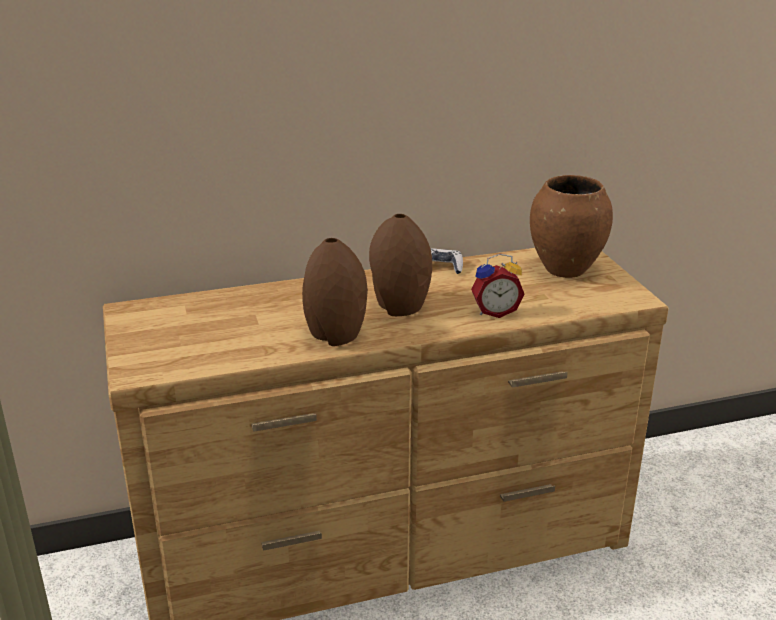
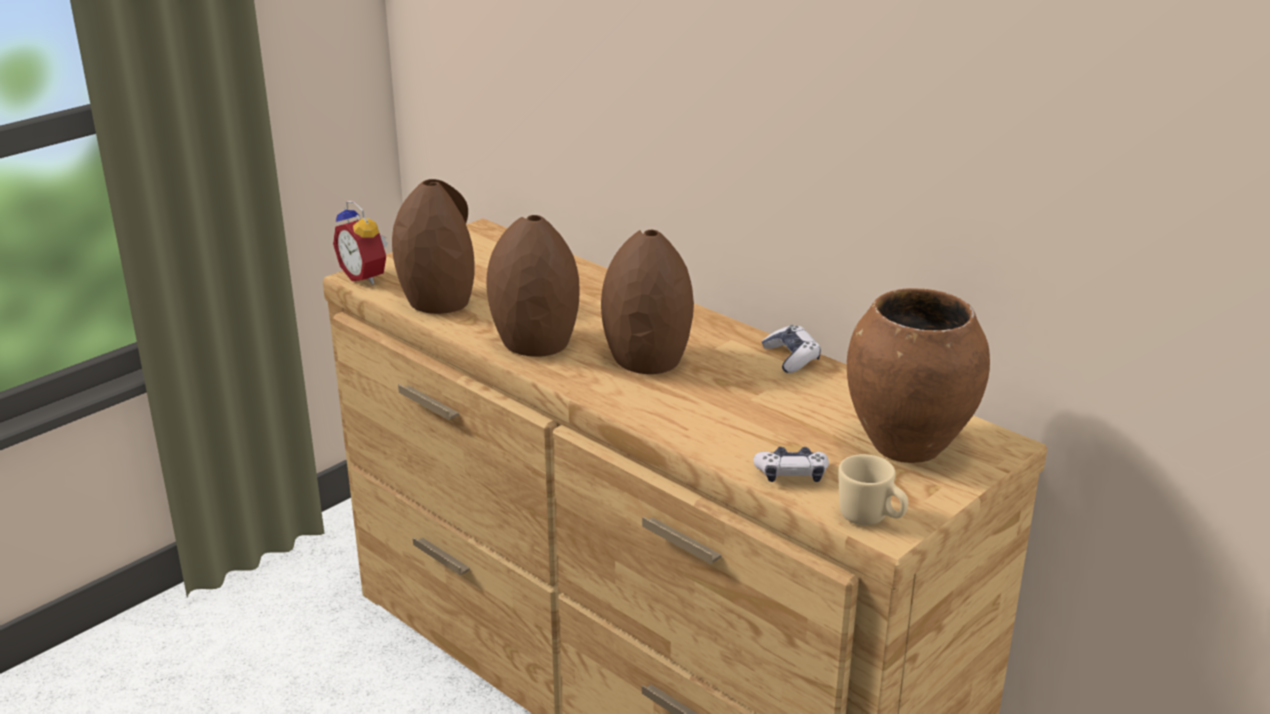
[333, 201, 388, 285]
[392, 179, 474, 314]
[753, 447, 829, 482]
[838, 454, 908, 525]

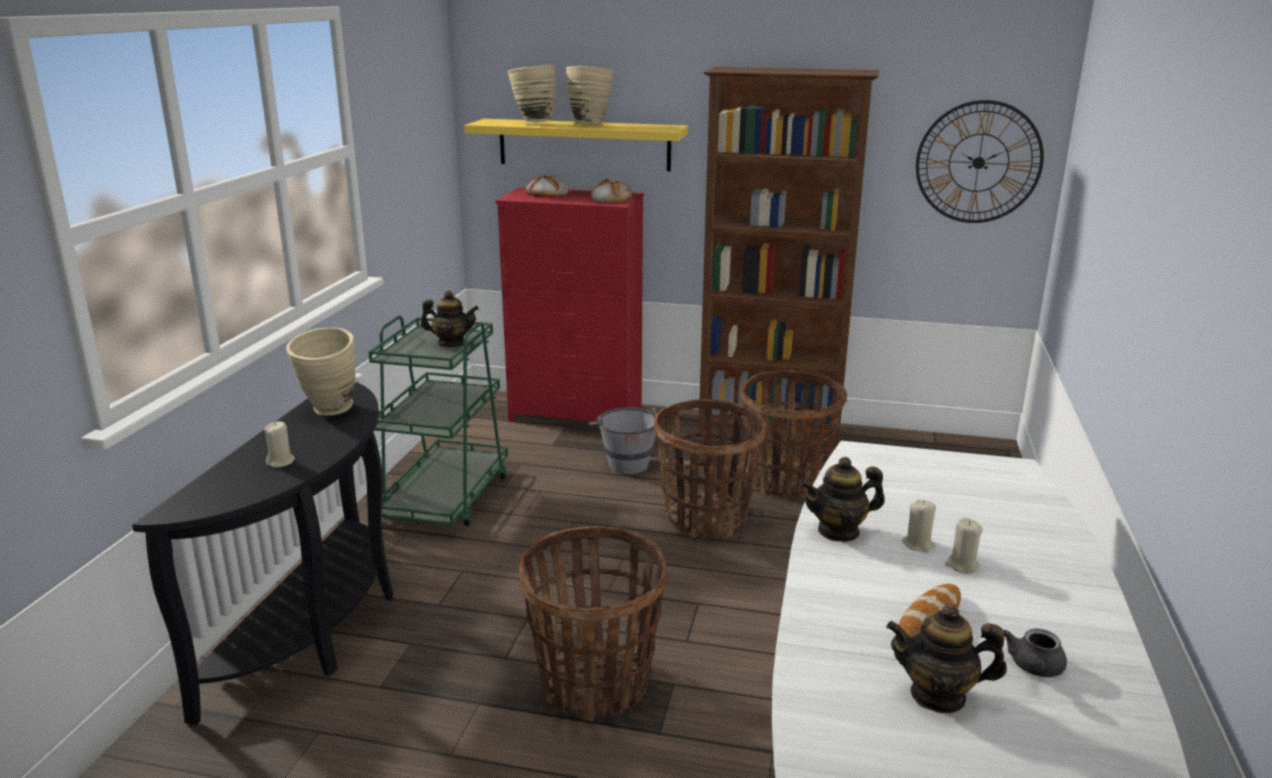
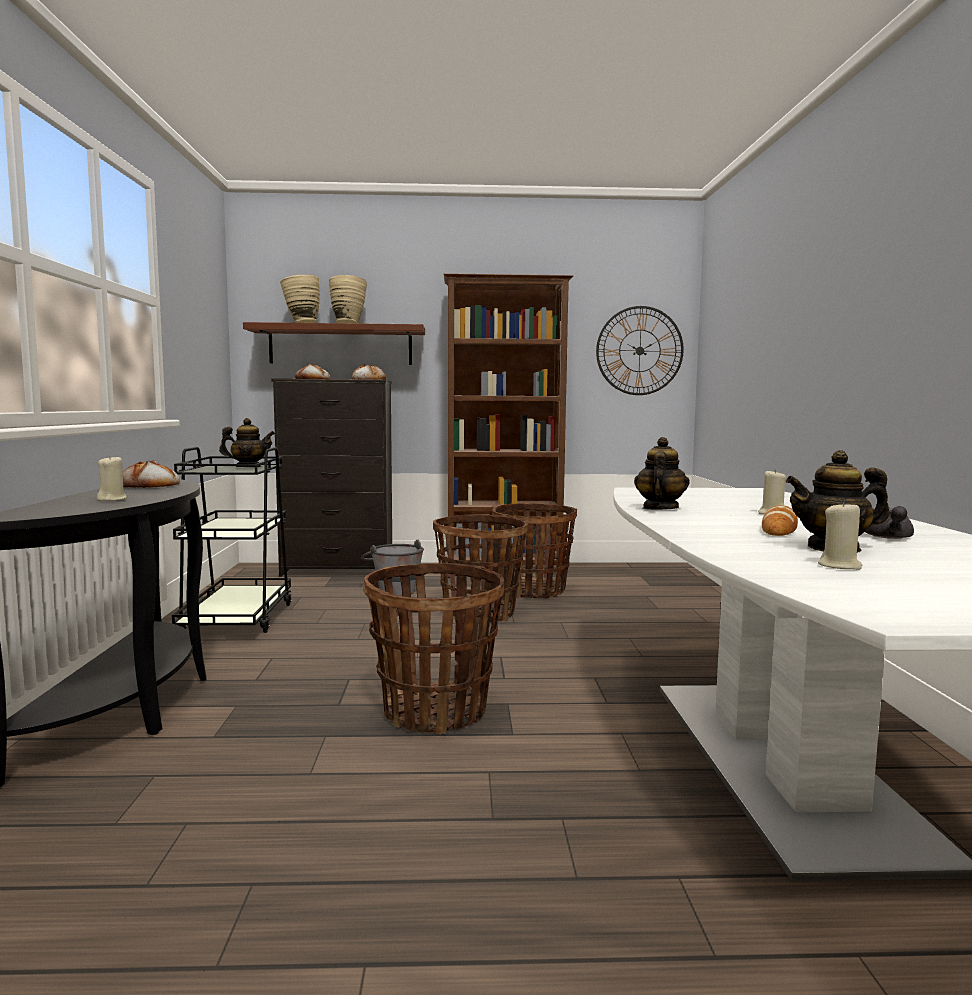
[123, 460, 180, 488]
[172, 447, 292, 633]
[243, 322, 425, 365]
[272, 379, 392, 577]
[634, 437, 690, 510]
[818, 500, 862, 570]

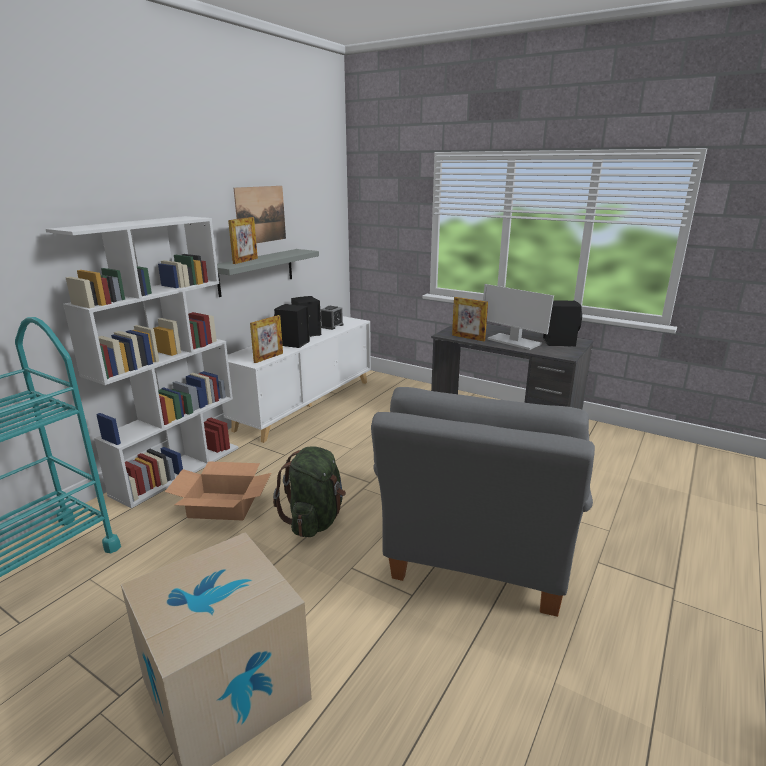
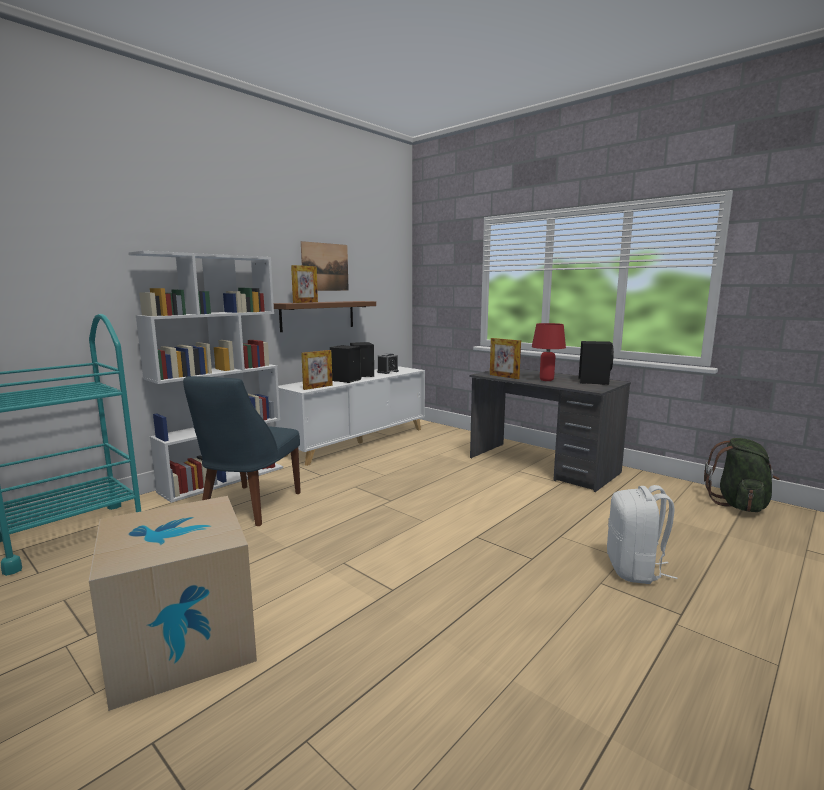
[183, 376, 301, 526]
[274, 301, 376, 332]
[532, 323, 566, 381]
[607, 485, 677, 584]
[704, 438, 779, 512]
[371, 387, 595, 617] (first image)

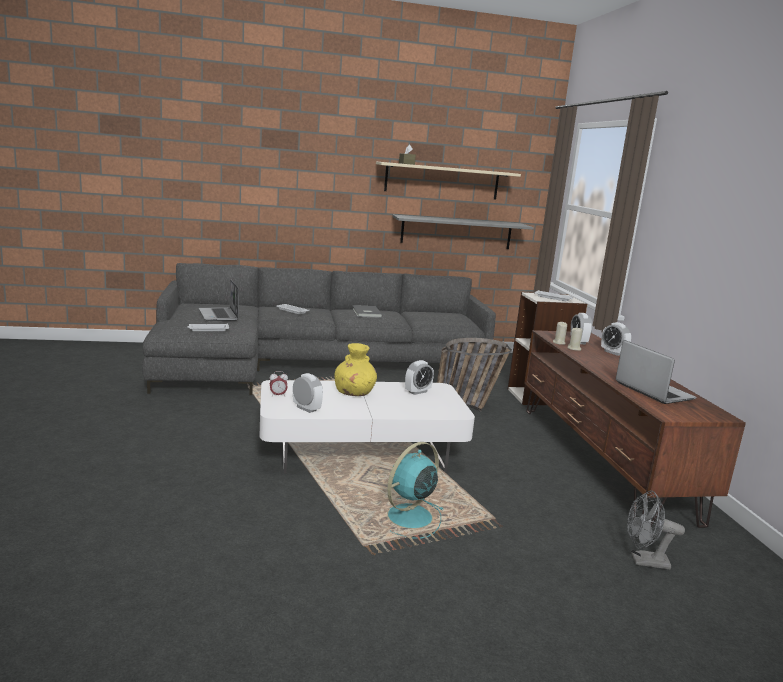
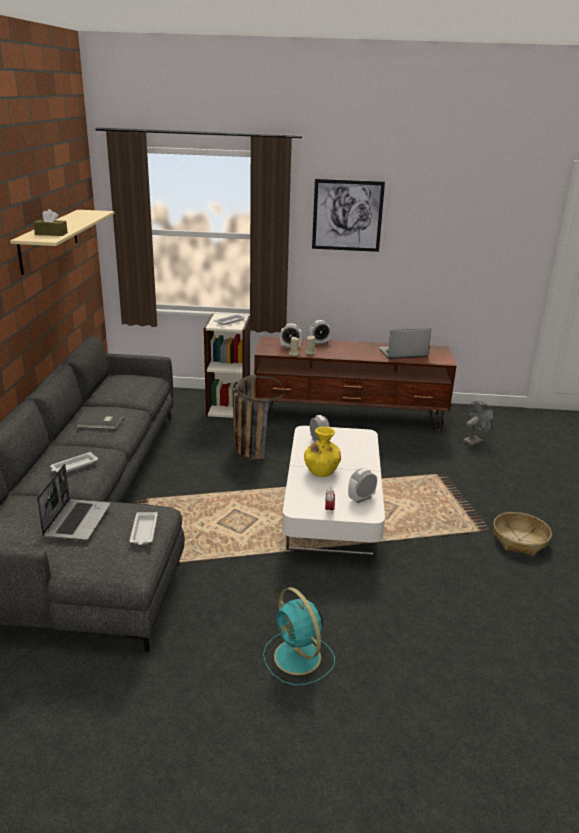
[37, 464, 110, 541]
[263, 587, 335, 685]
[312, 179, 385, 252]
[463, 401, 496, 446]
[493, 512, 552, 556]
[392, 215, 534, 249] (first image)

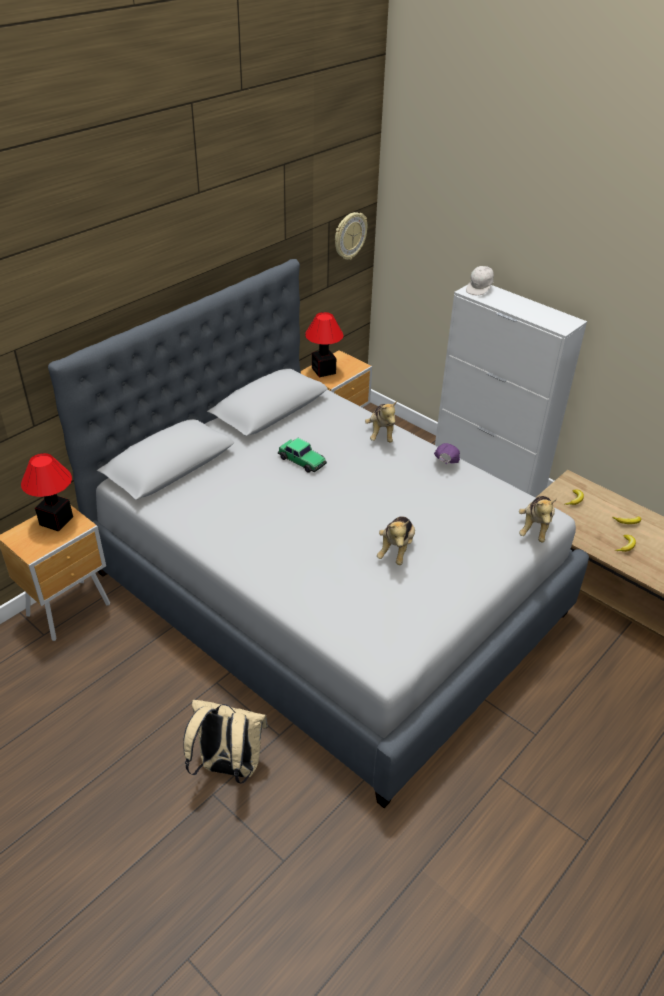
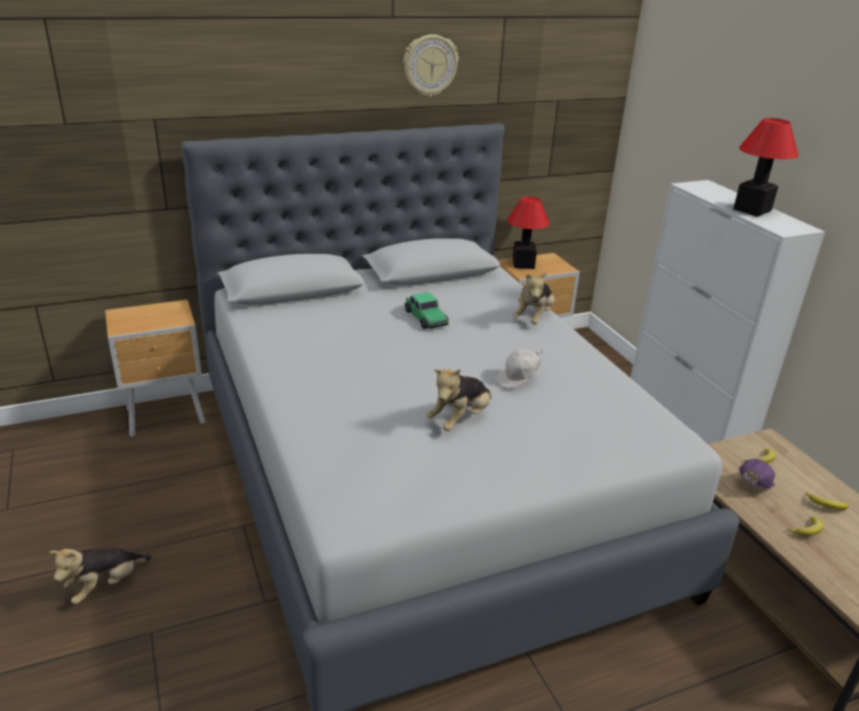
[49, 547, 152, 604]
[403, 34, 459, 97]
[496, 349, 543, 389]
[733, 118, 798, 217]
[739, 459, 775, 489]
[183, 700, 268, 784] (first image)

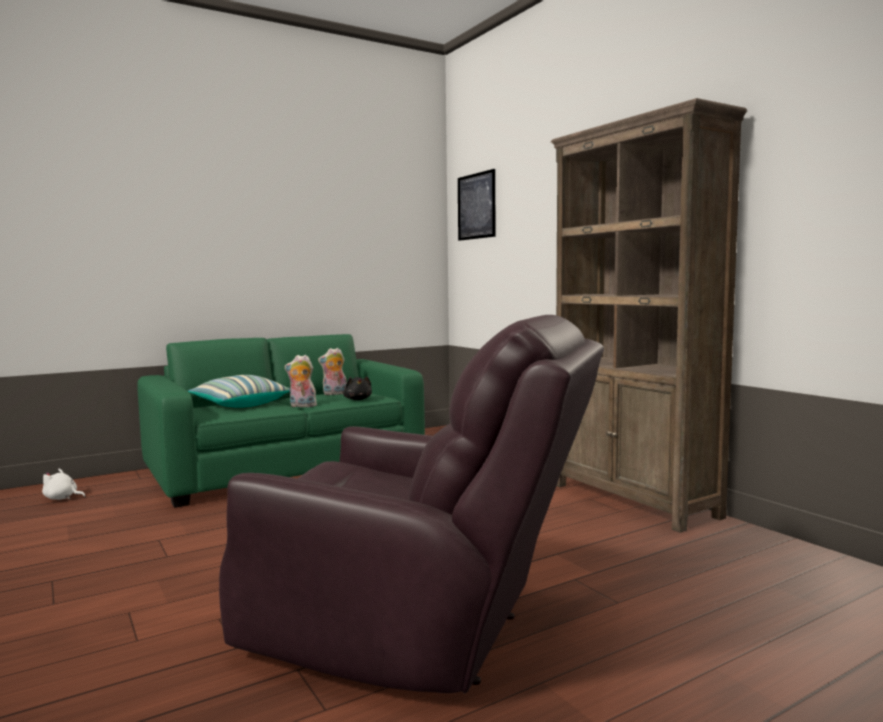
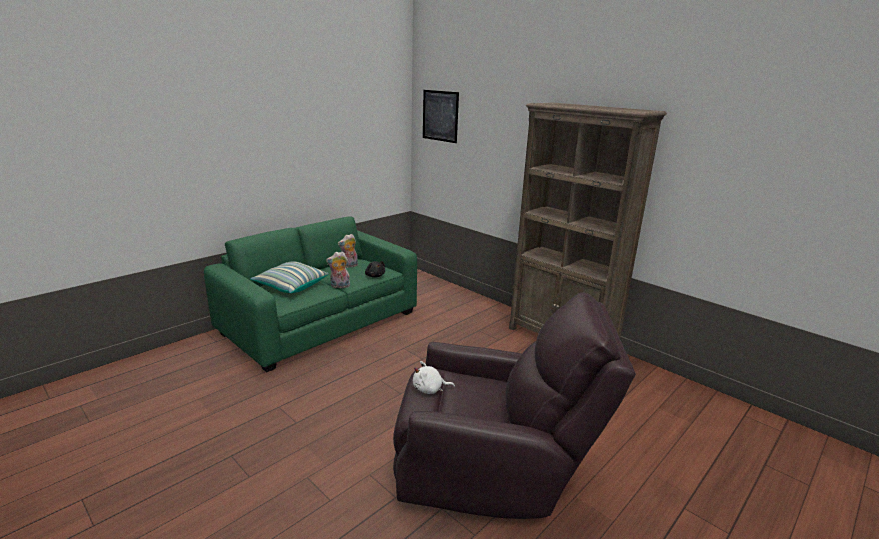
[413, 361, 455, 394]

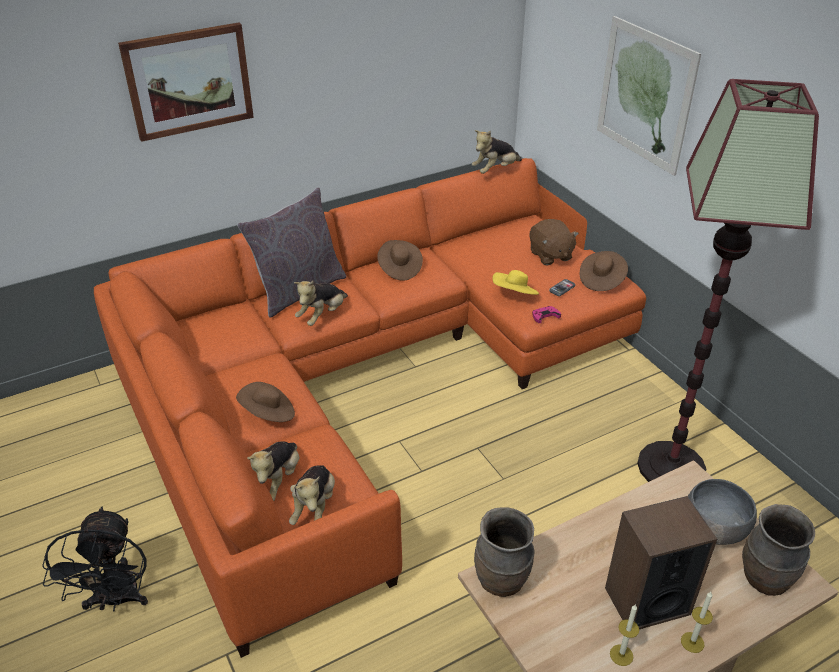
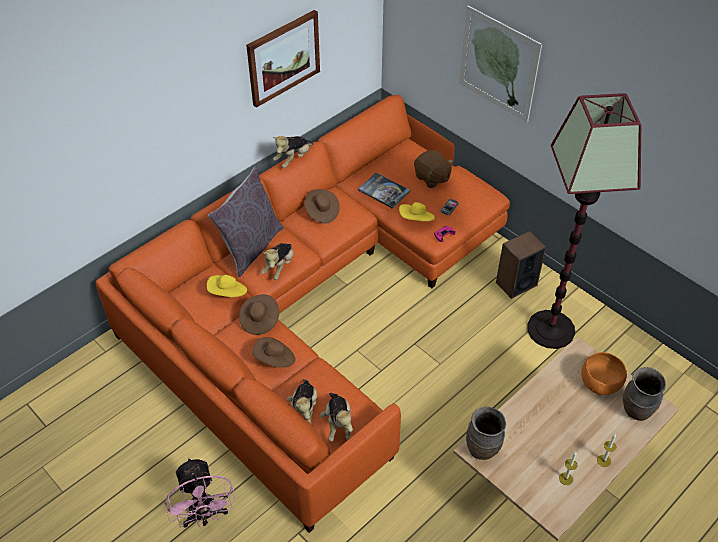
[165, 457, 235, 528]
[207, 275, 247, 297]
[239, 294, 279, 335]
[246, 10, 320, 108]
[273, 136, 313, 168]
[358, 173, 410, 209]
[496, 231, 546, 299]
[581, 352, 627, 395]

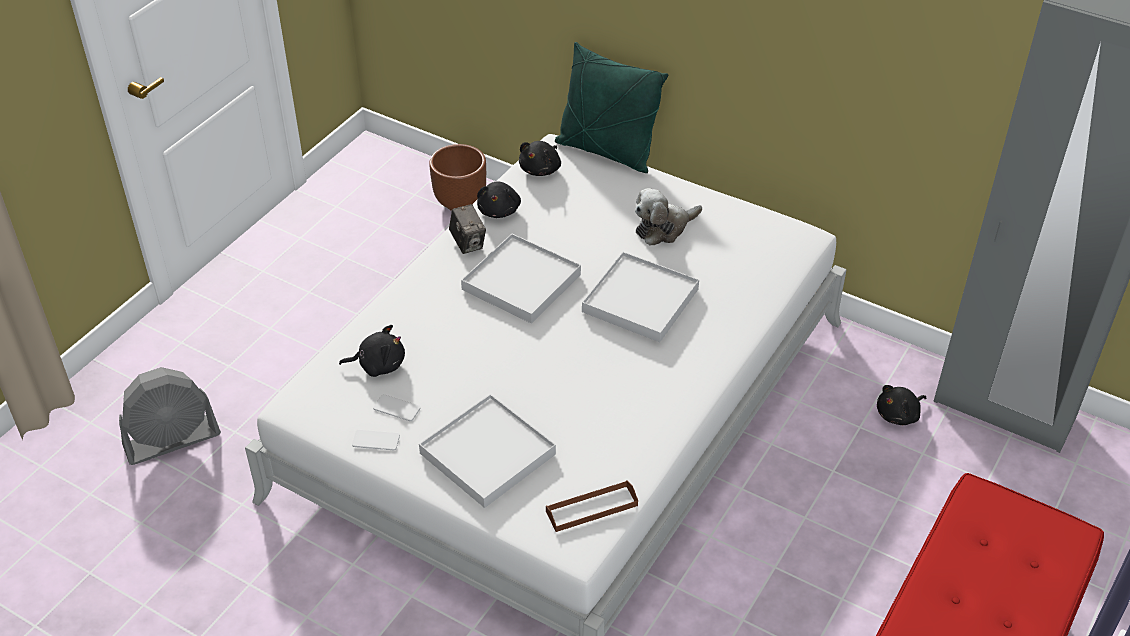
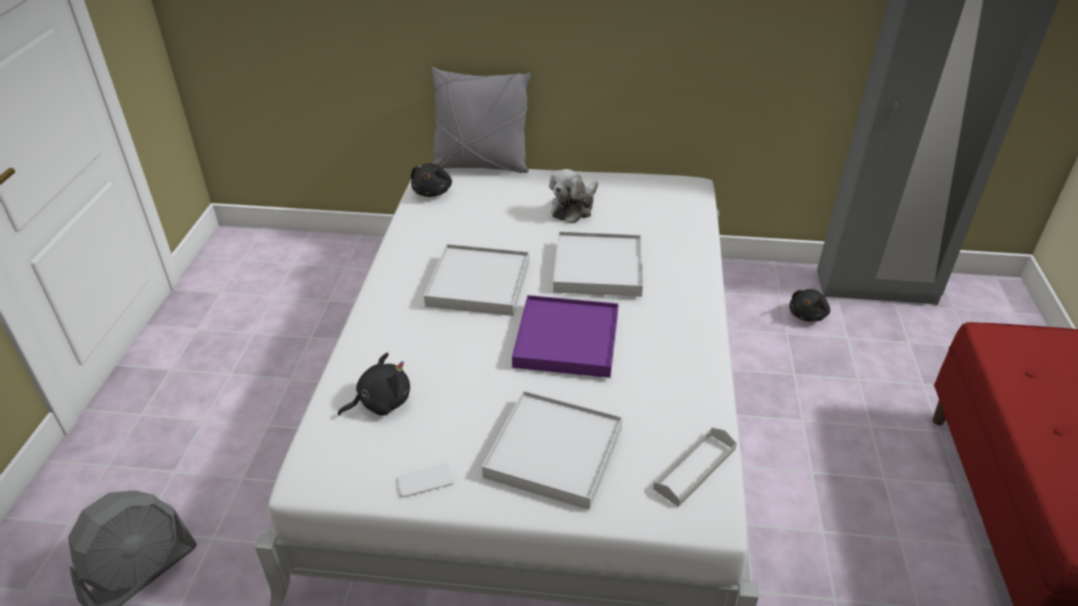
[431, 67, 531, 173]
[512, 295, 619, 378]
[653, 428, 737, 507]
[373, 394, 421, 421] (first image)
[429, 144, 486, 211] (first image)
[449, 204, 486, 254] (first image)
[477, 181, 521, 218] (first image)

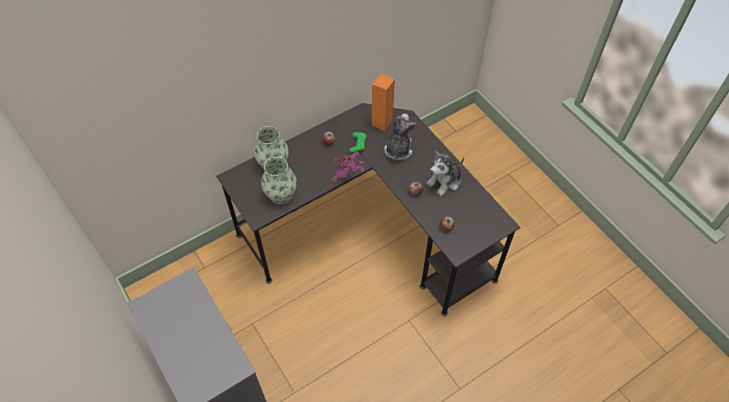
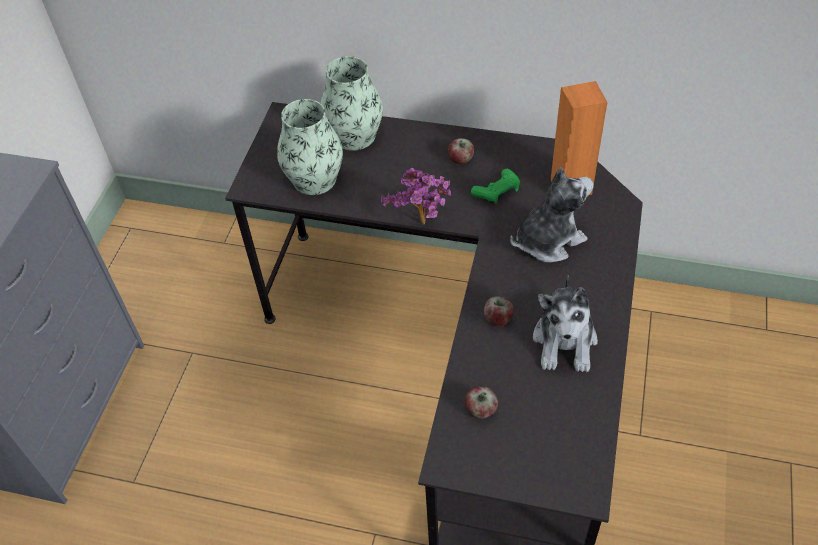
[533, 276, 598, 372]

